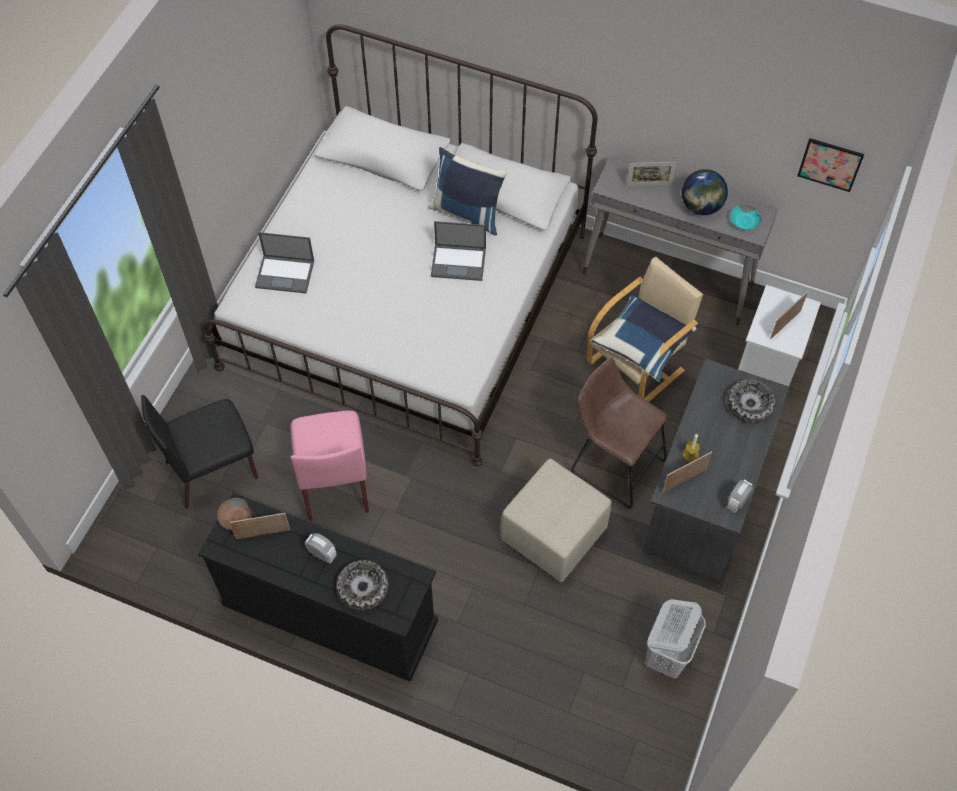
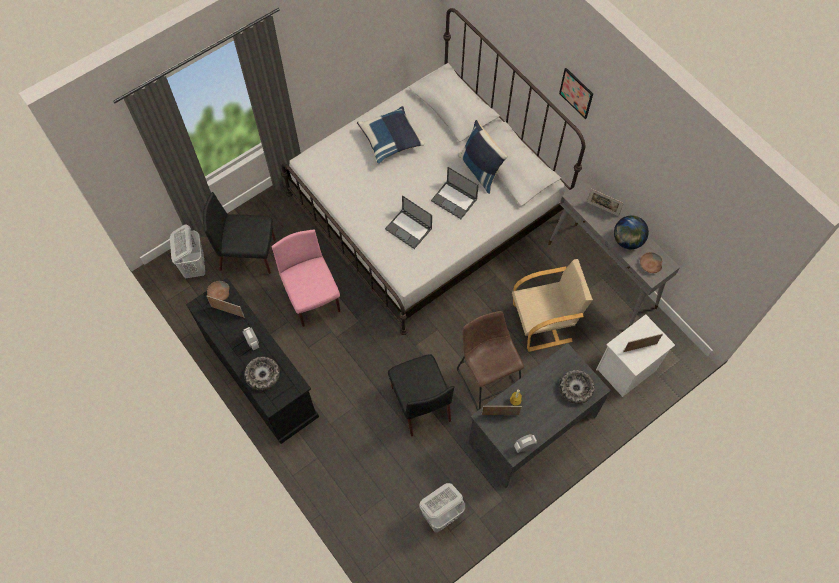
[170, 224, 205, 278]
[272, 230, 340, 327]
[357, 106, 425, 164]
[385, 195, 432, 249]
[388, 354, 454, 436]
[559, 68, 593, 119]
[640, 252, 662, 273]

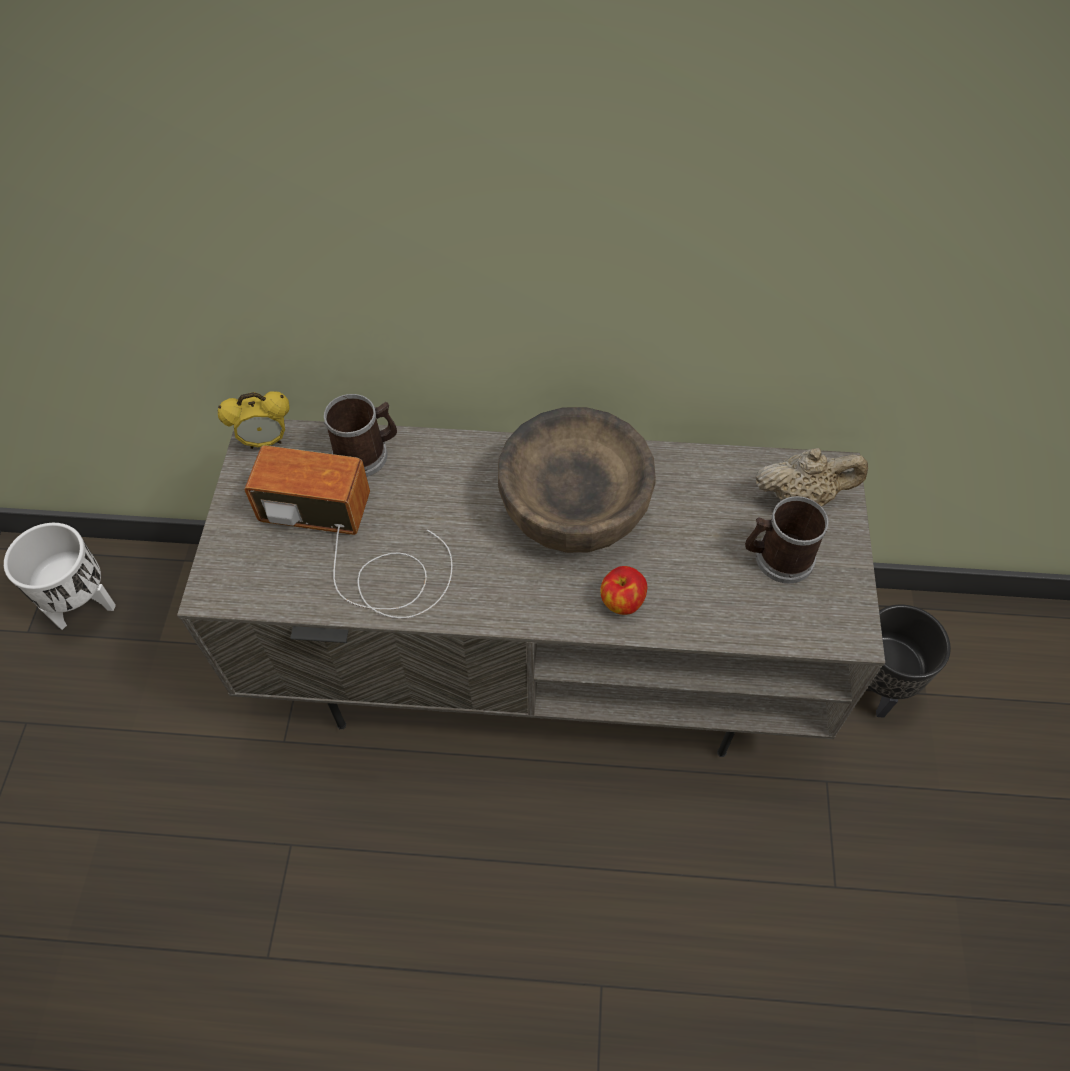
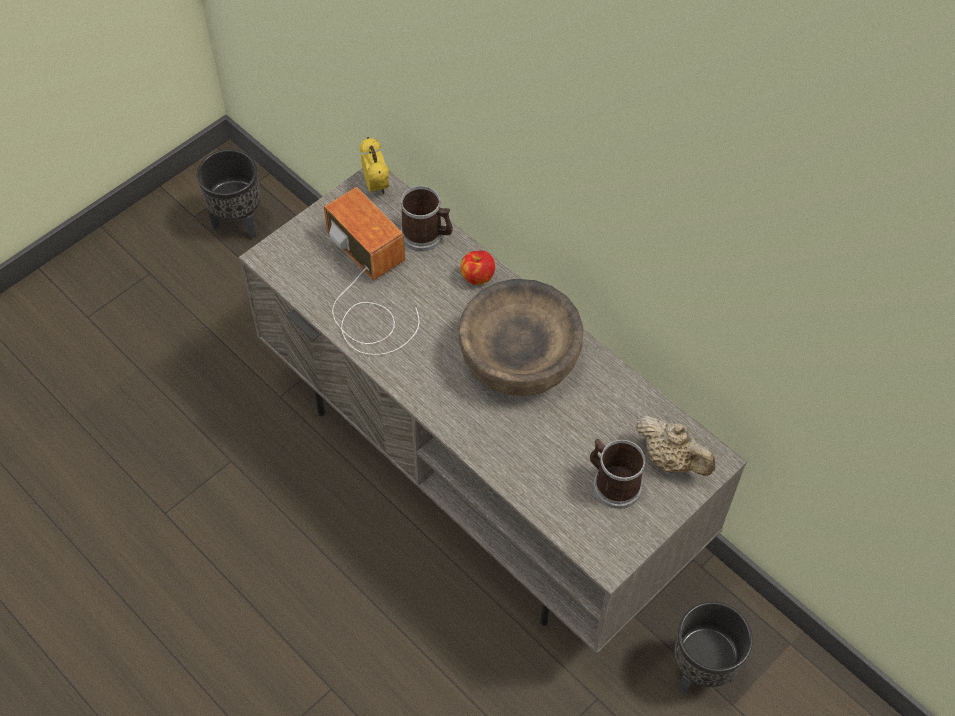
[197, 149, 260, 239]
[359, 137, 389, 194]
[460, 250, 495, 285]

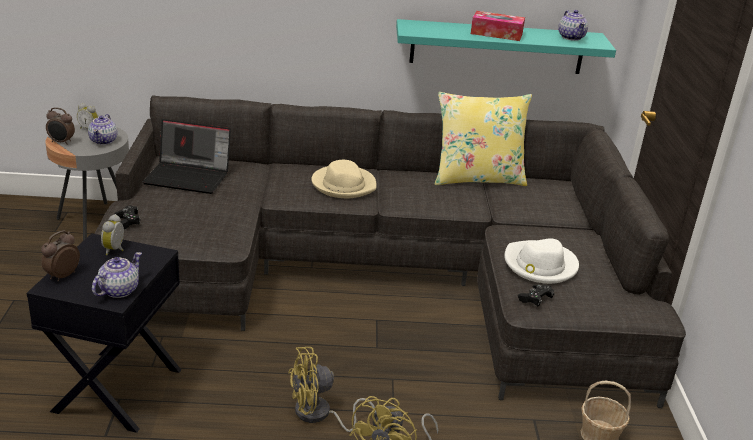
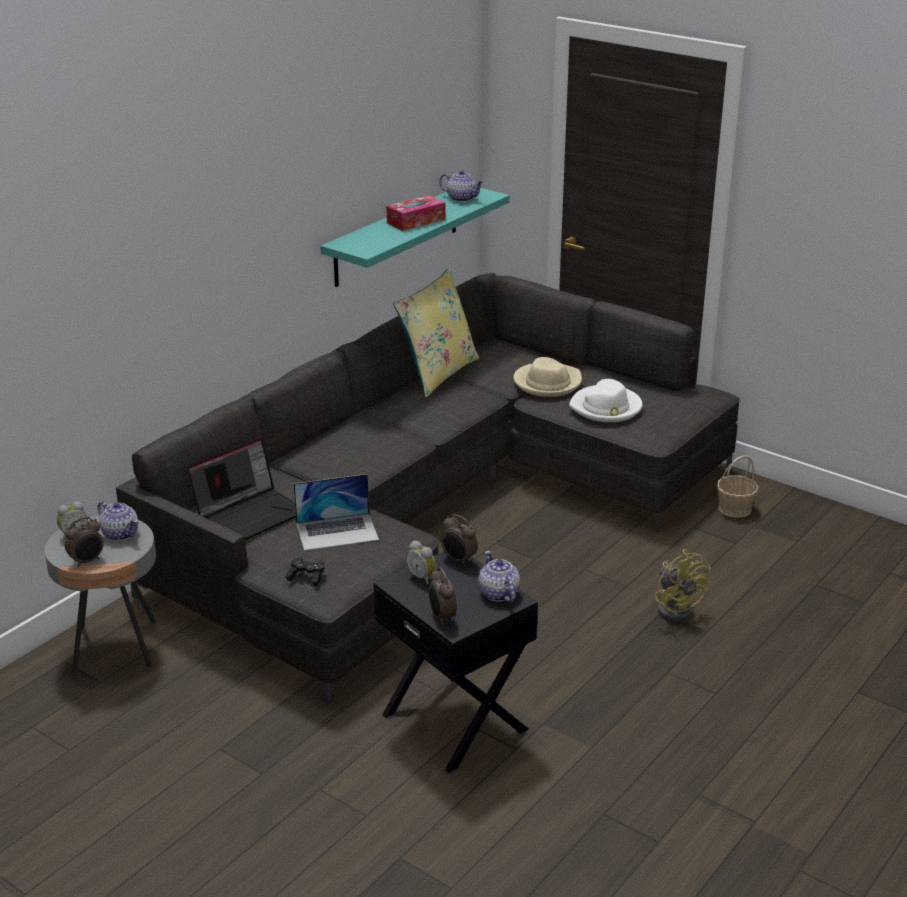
[294, 474, 379, 551]
[440, 514, 478, 566]
[513, 357, 582, 397]
[288, 347, 376, 432] (first image)
[518, 285, 555, 306] (first image)

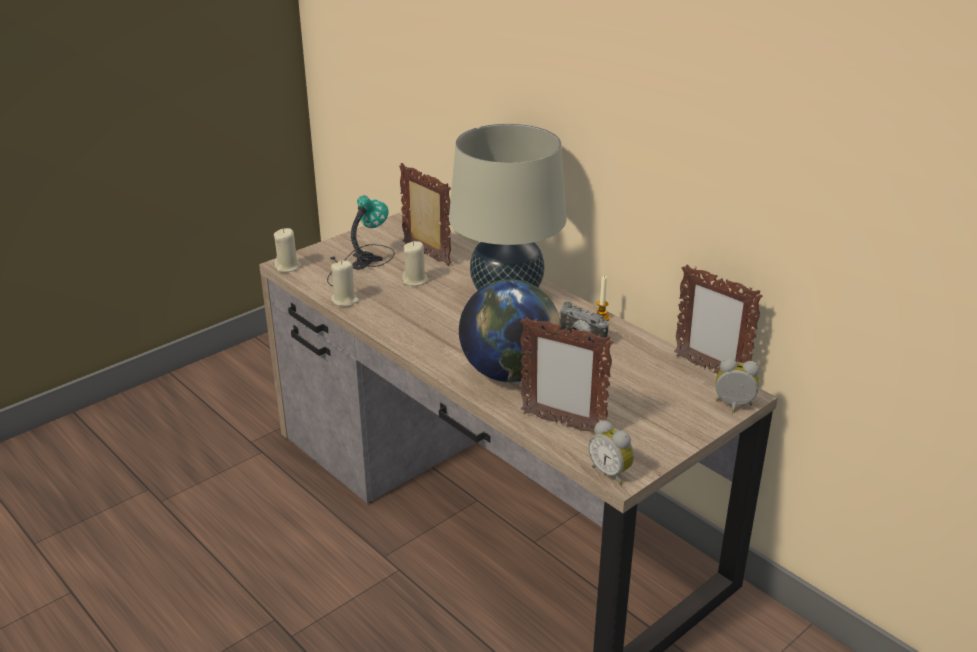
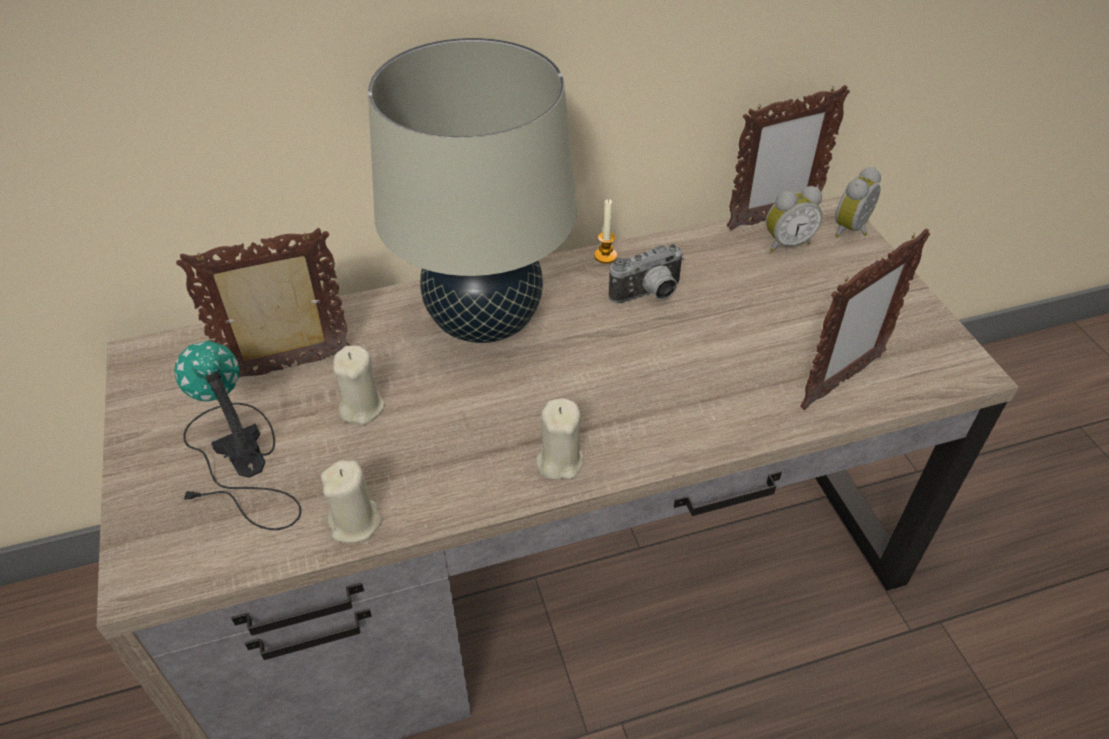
[536, 398, 584, 480]
[766, 186, 823, 252]
[459, 279, 561, 382] (first image)

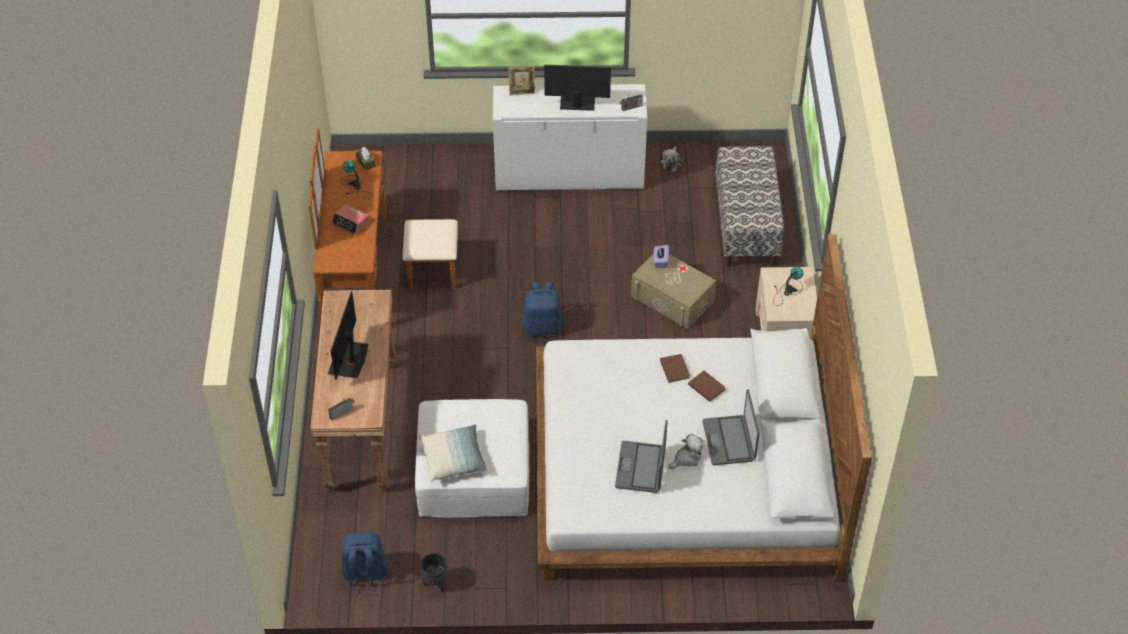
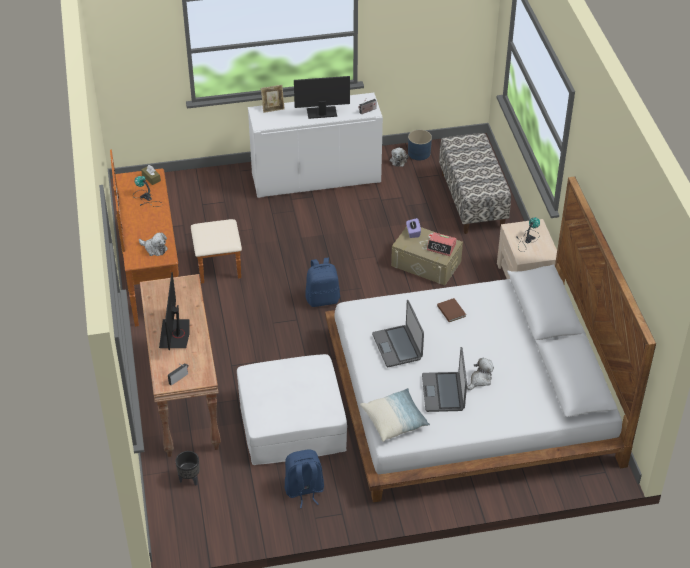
[139, 232, 168, 256]
[175, 451, 200, 486]
[285, 449, 324, 508]
[360, 388, 430, 442]
[372, 300, 424, 367]
[408, 130, 432, 161]
[427, 232, 457, 256]
[688, 371, 726, 402] (first image)

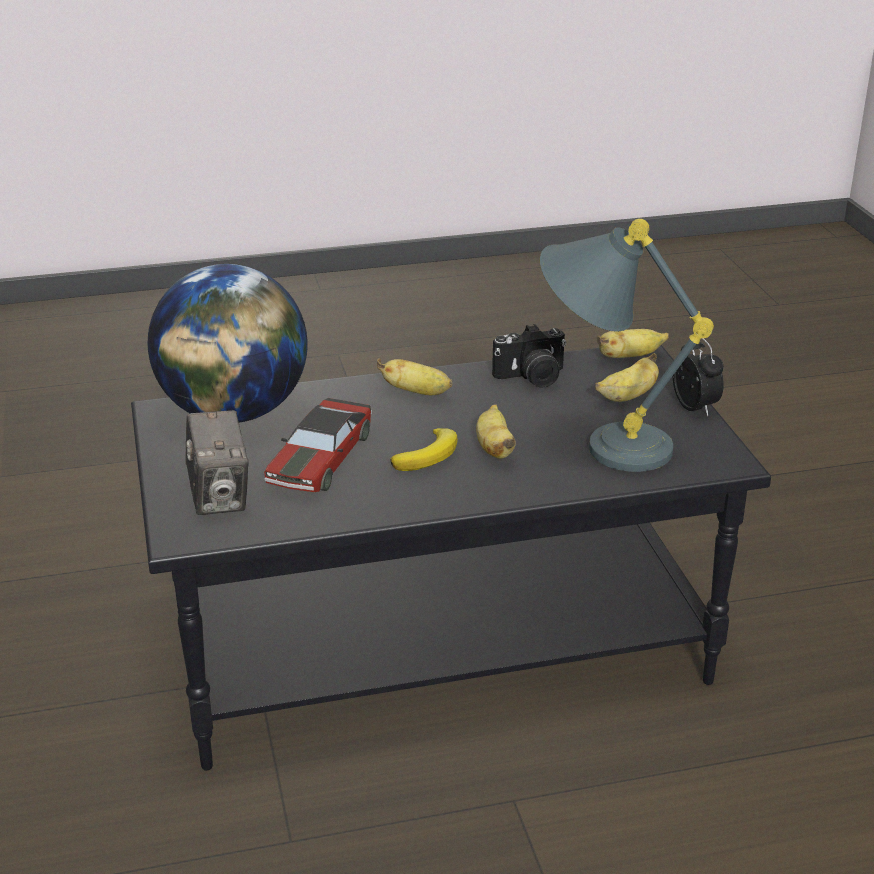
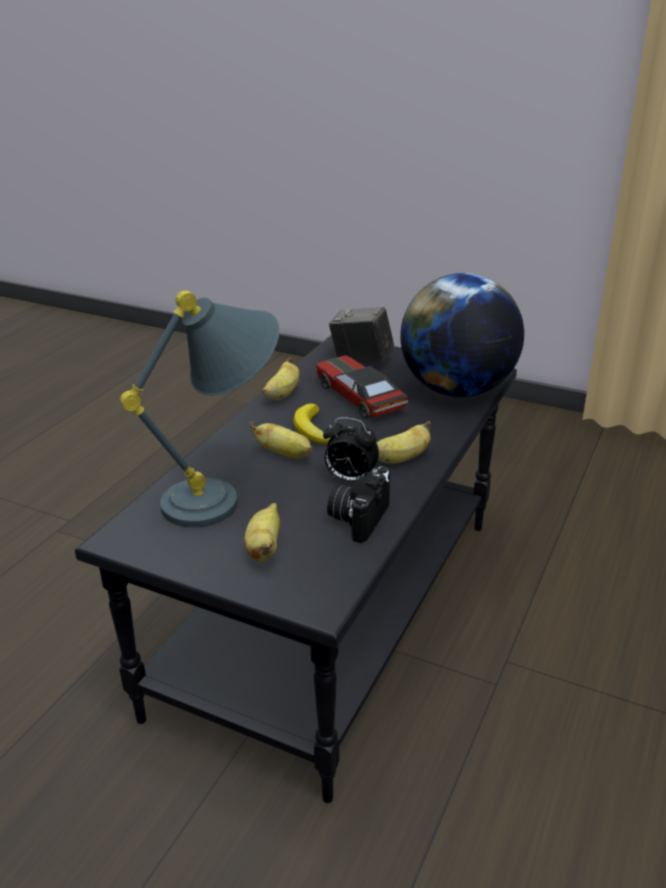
[262, 357, 300, 400]
[323, 417, 379, 482]

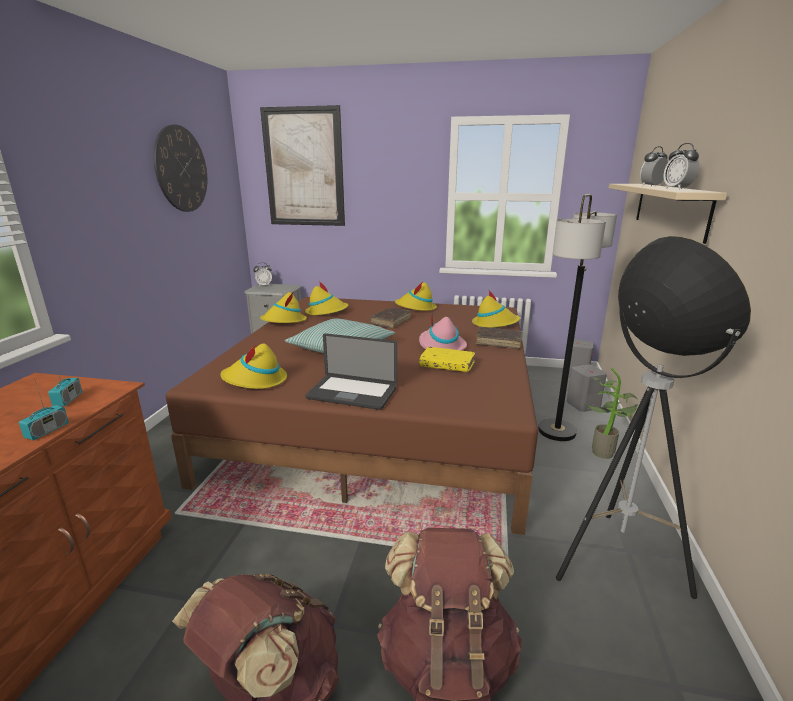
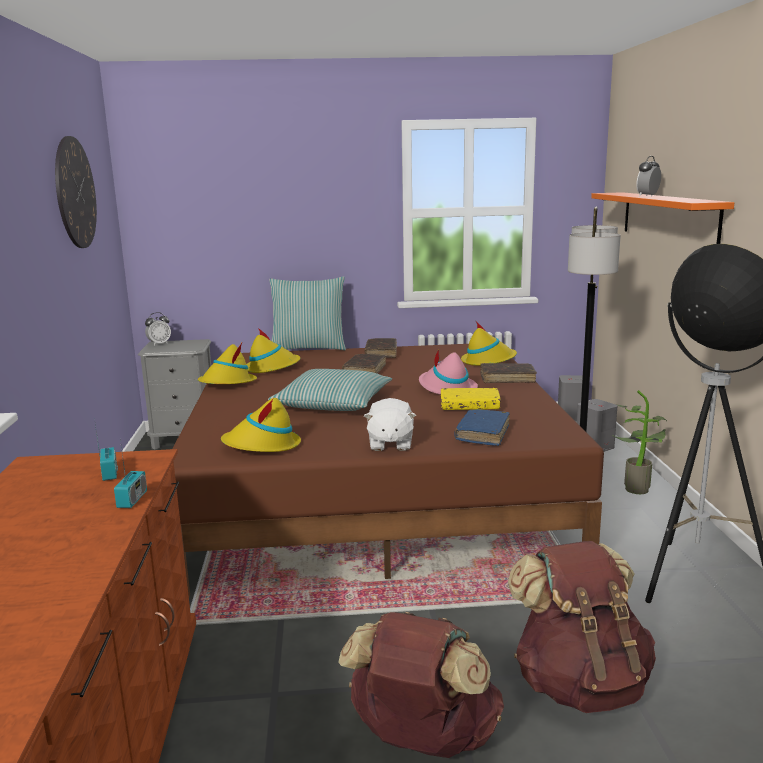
[269, 276, 346, 350]
[364, 338, 397, 358]
[364, 398, 416, 451]
[454, 409, 510, 446]
[591, 192, 734, 244]
[260, 105, 345, 226] (first image)
[664, 143, 700, 190] (first image)

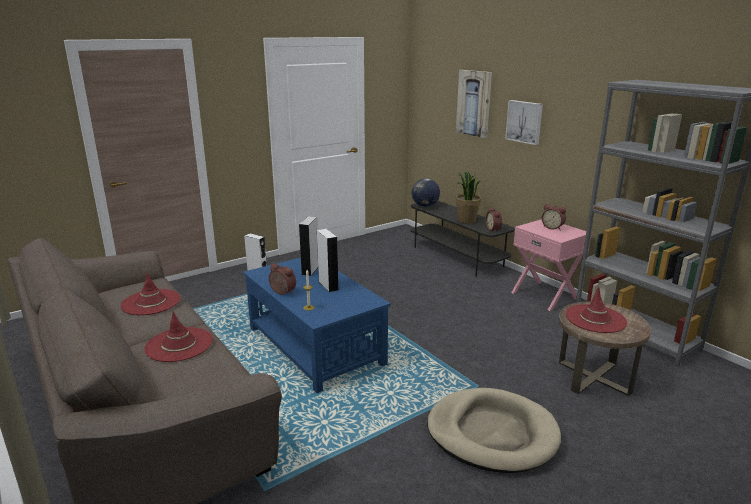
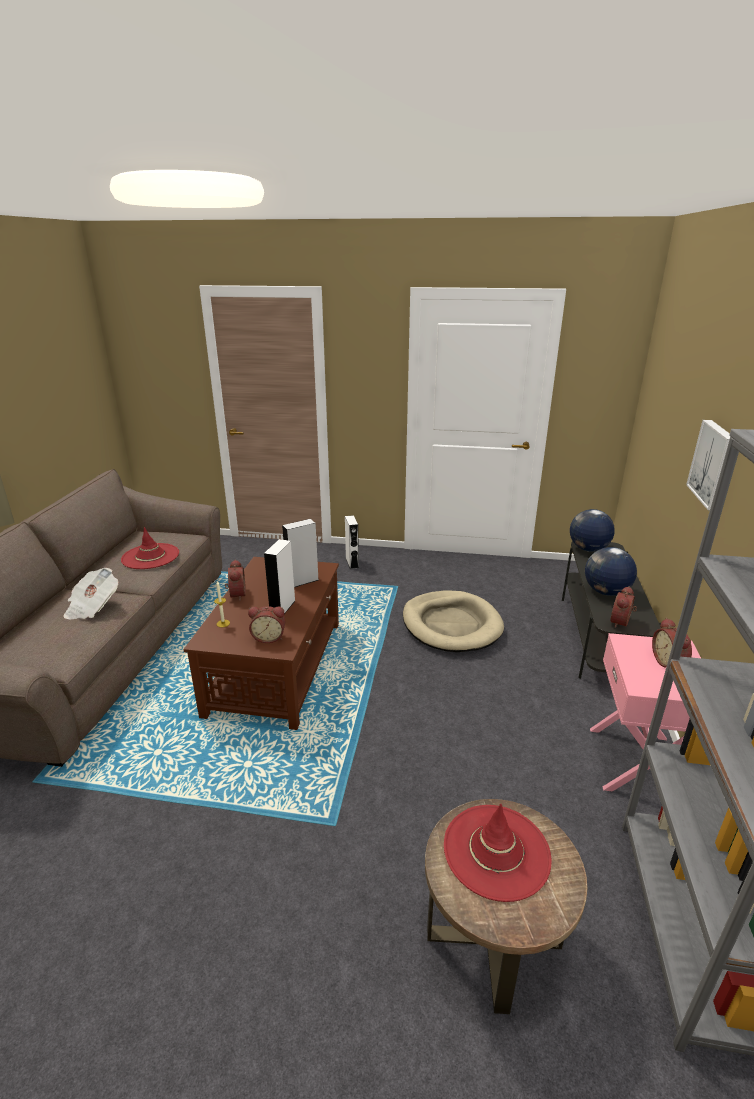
[63, 568, 118, 619]
[183, 557, 339, 730]
[248, 606, 285, 643]
[403, 590, 504, 652]
[585, 547, 637, 596]
[456, 70, 492, 138] (first image)

